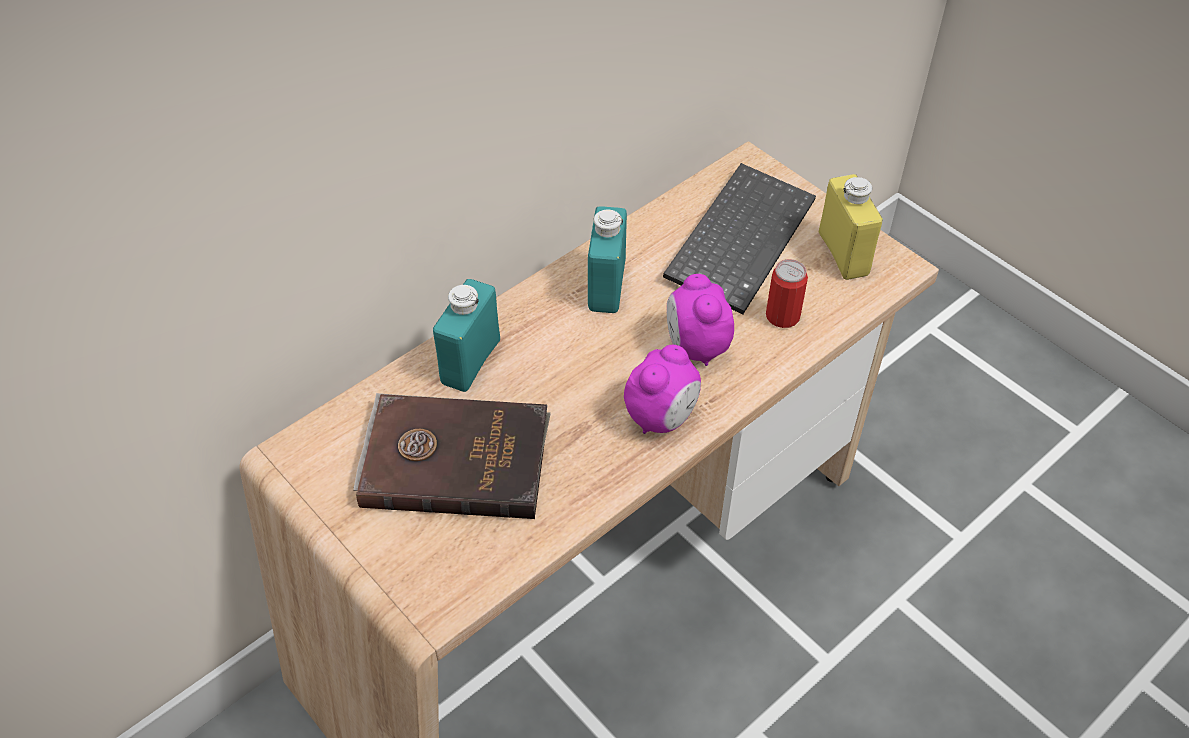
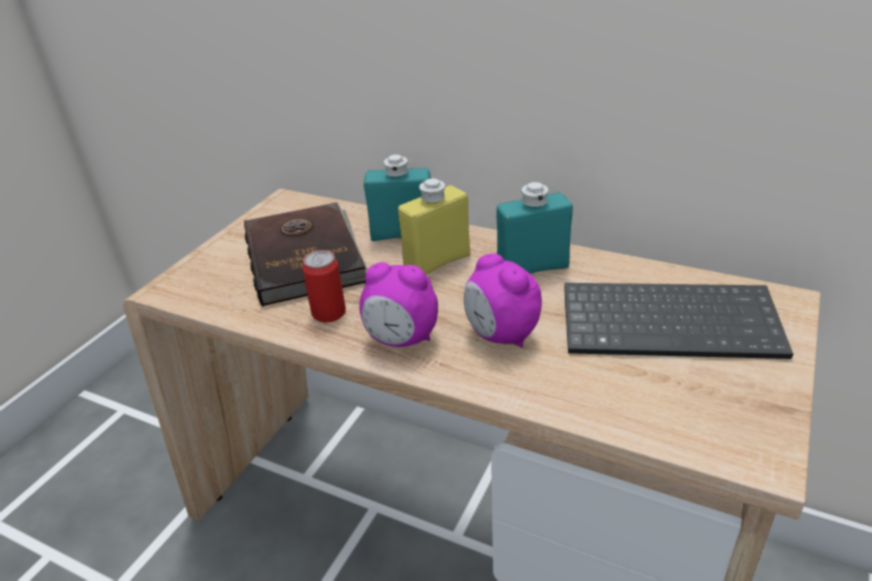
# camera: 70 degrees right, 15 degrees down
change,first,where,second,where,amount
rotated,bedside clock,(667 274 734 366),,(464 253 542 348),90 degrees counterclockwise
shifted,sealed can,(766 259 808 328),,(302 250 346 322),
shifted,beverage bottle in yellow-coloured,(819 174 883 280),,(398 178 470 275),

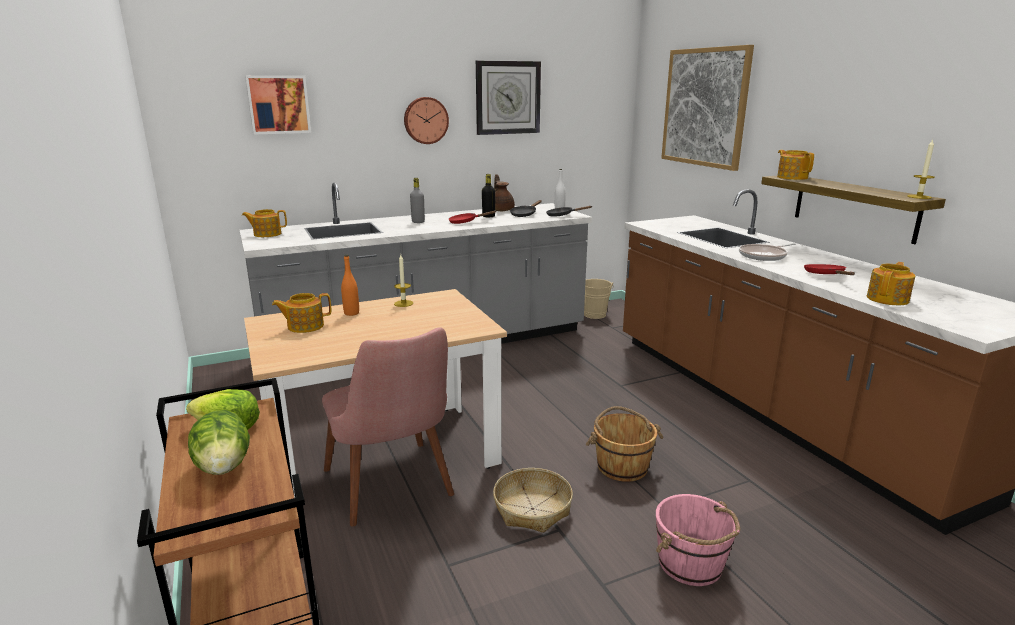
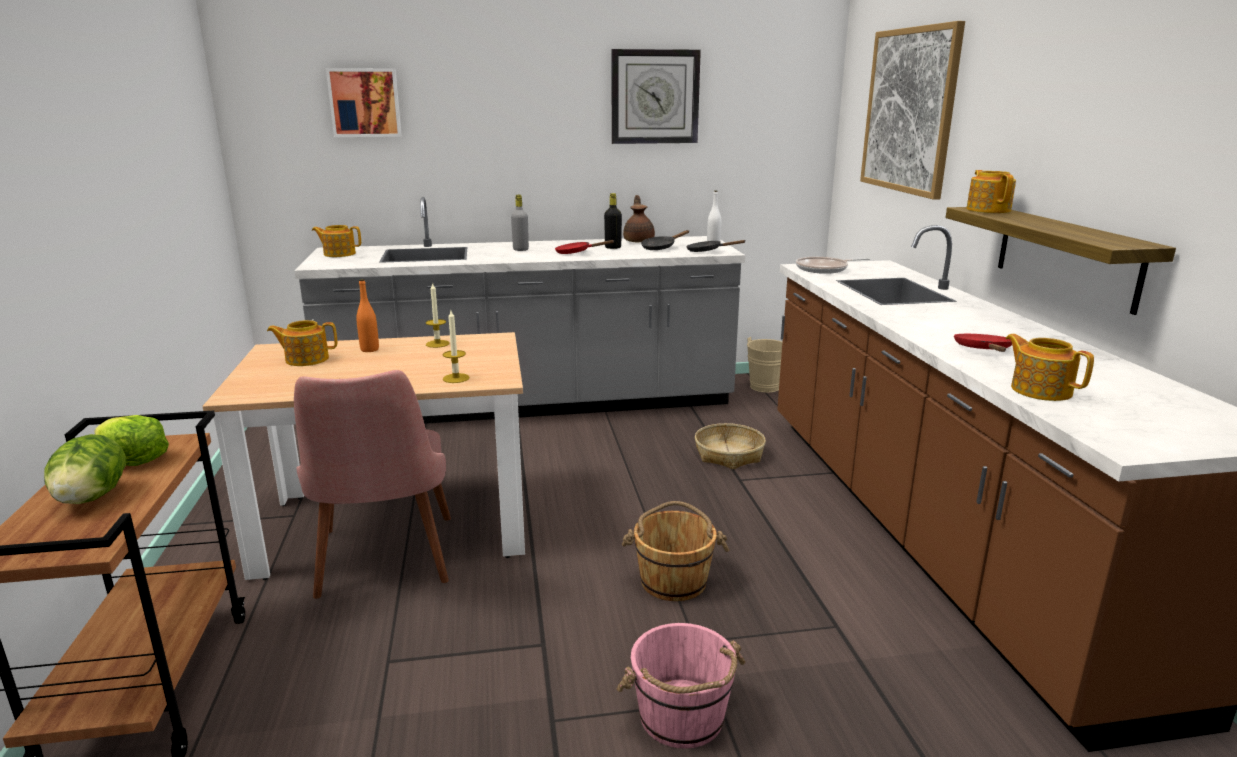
# camera: 15 degrees right, 0 degrees up
change,first,where,second,where,amount
gone,hanging clock,(404 97 449 144),,,
shifted,storage basket,(493 468 573 533),,(695 423 766 469),
shifted,frying pan,(739 243 796 261),,(796 257 870 274),
rotated,tea pot,(867 262 915 305),,(1005 334 1094 401),90 degrees counterclockwise
shifted,candle,(907 139 935 199),,(443 311 470 383),

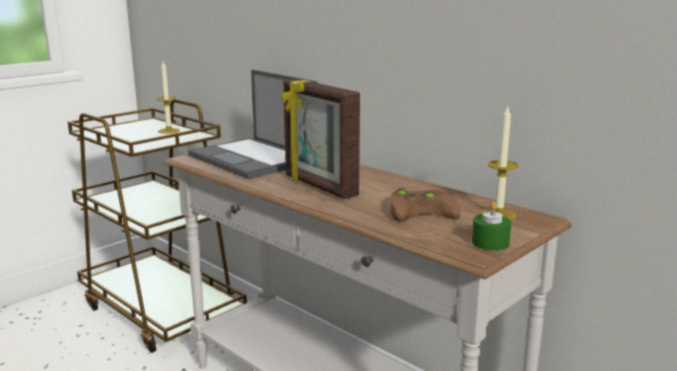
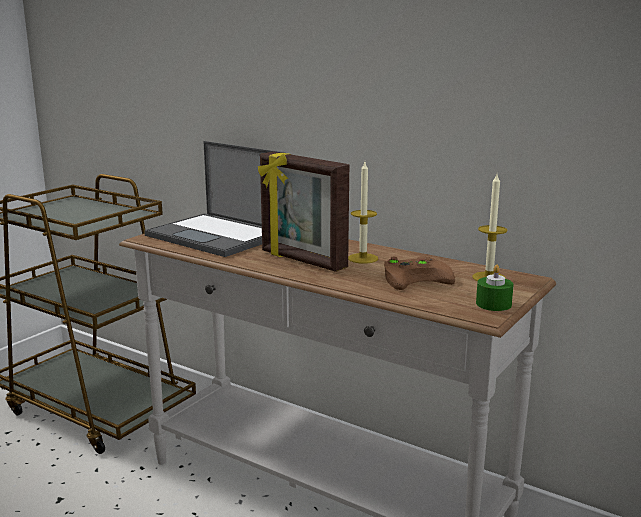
# camera: 10 degrees left, 0 degrees up
change,first,where,second,where,amount
shifted,candle,(157 62 180 134),,(348 162 378 264),

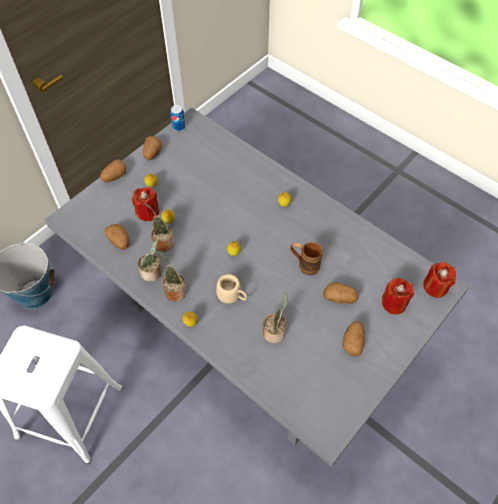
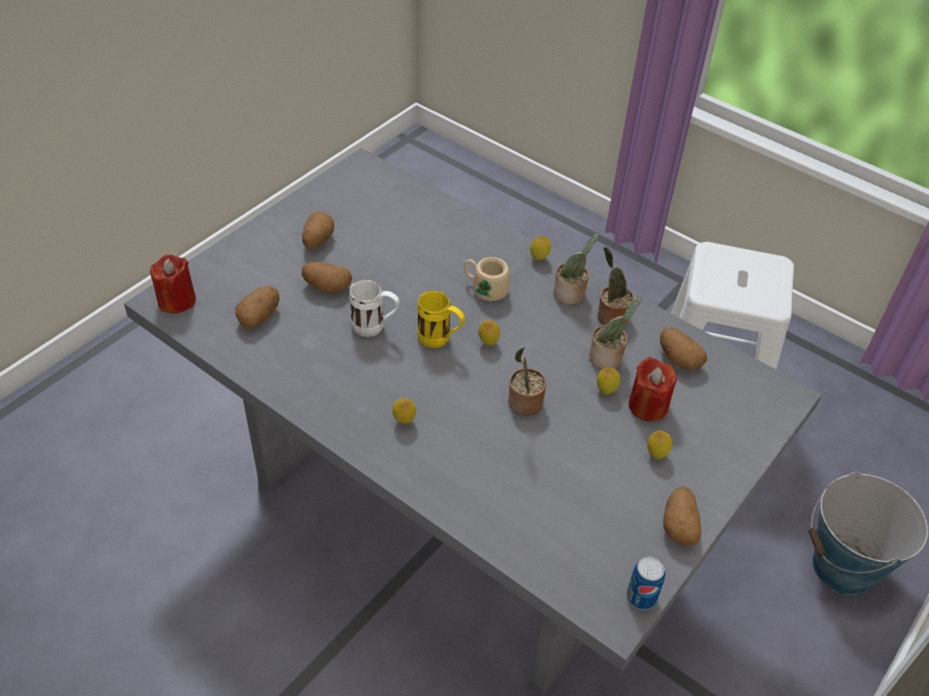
# camera: 175 degrees right, 10 degrees down
change,first,where,second,where,amount
shifted,spud,(100 159 126 182),,(235 286 280 329),
shifted,plant in a pot,(263 292 288 343),,(508 347 546 416),
repainted,coffee mug in brownish,(290 242 323 275),coffee mug in white-coloured,(349 280 400 337),
gone,candle in reddish,(382 278 414 314),,,
new,,,coffee mug in yellow-coloured,(417 291 465 348),

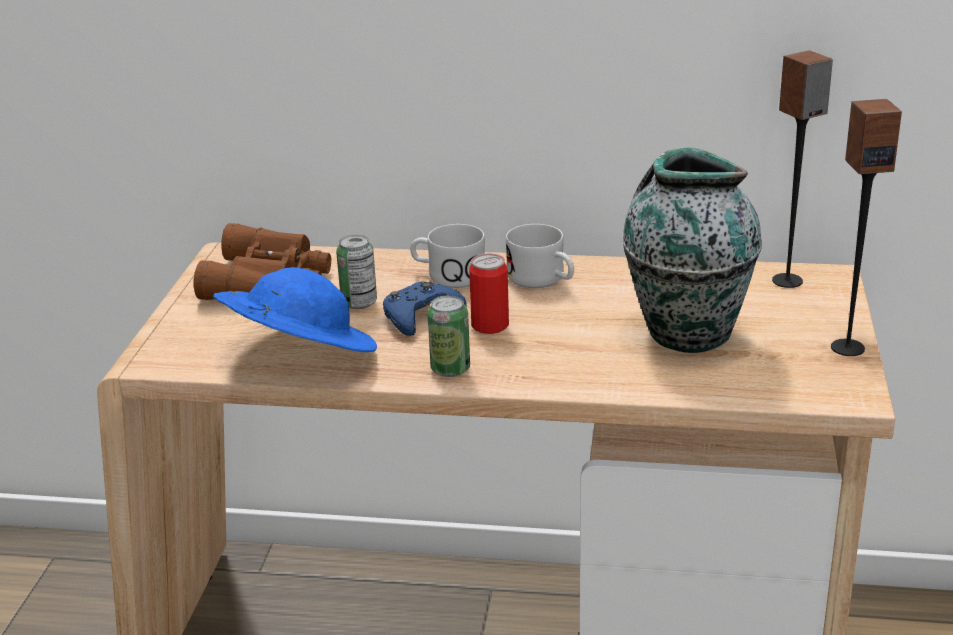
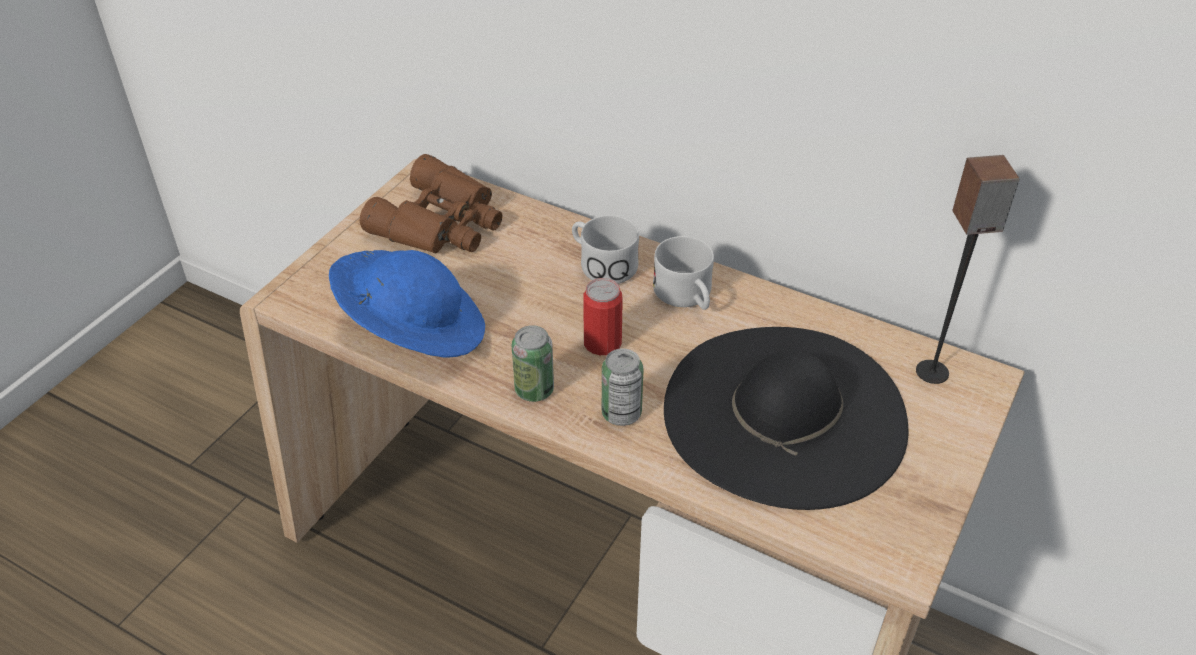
# camera: 20 degrees right, 15 degrees up
change,first,where,second,where,amount
shifted,sealed can,(336 235 377 309),,(602 348 644 426),
gone,game controller in blue,(383 281 467 336),,,
swapped,decorative vase,(623 147 762 353),wearable hat in blackish,(664 327 908 510),
gone,loudspeaker,(831 99 902 356),,,

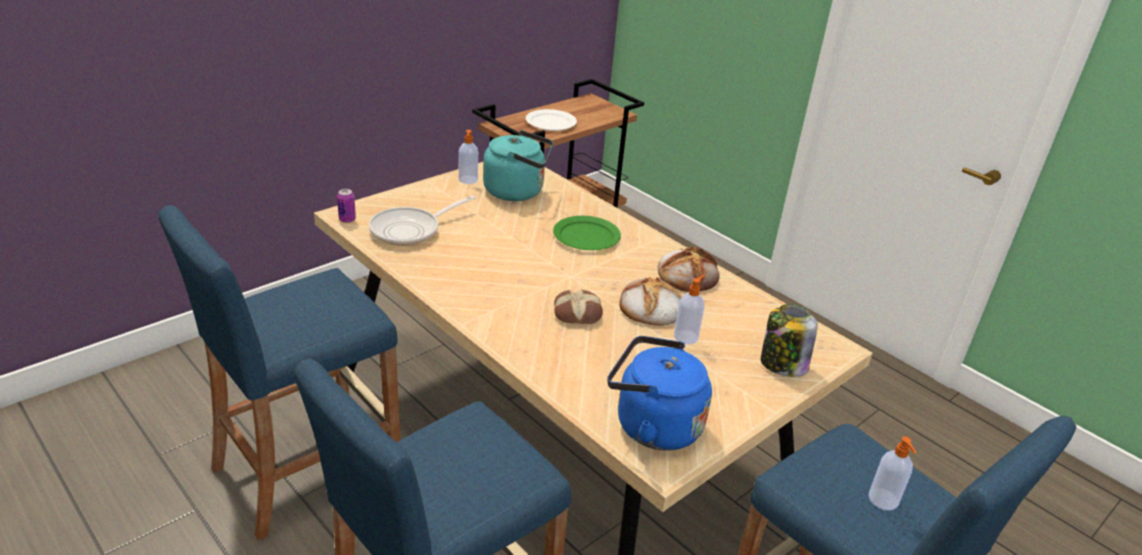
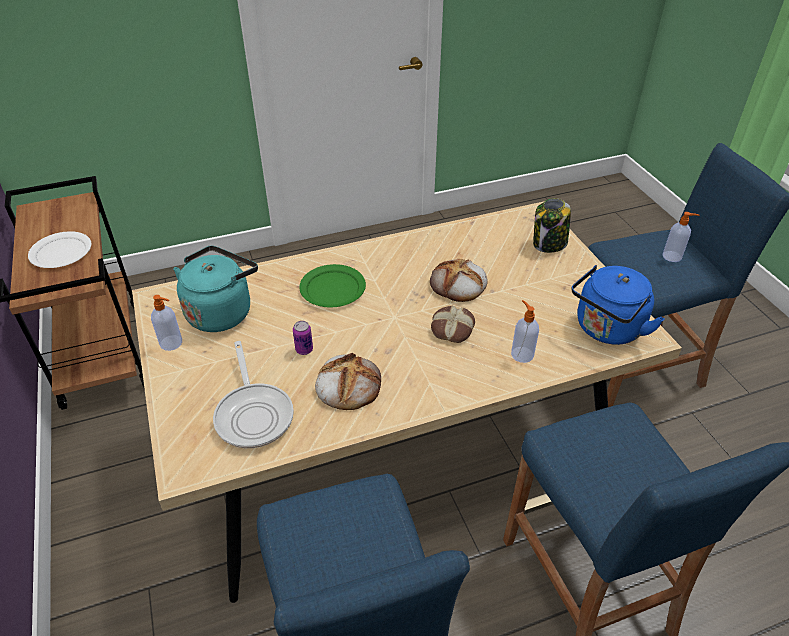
# camera: 65 degrees left, 10 degrees up
change,first,where,second,where,amount
shifted,sealed can,(337 189 356 223),,(293 321 313 355),
shifted,baked bread,(658 247 720 292),,(315 353 381 410),
shifted,soap bottle,(674 275 705 344),,(511 300 539 363),

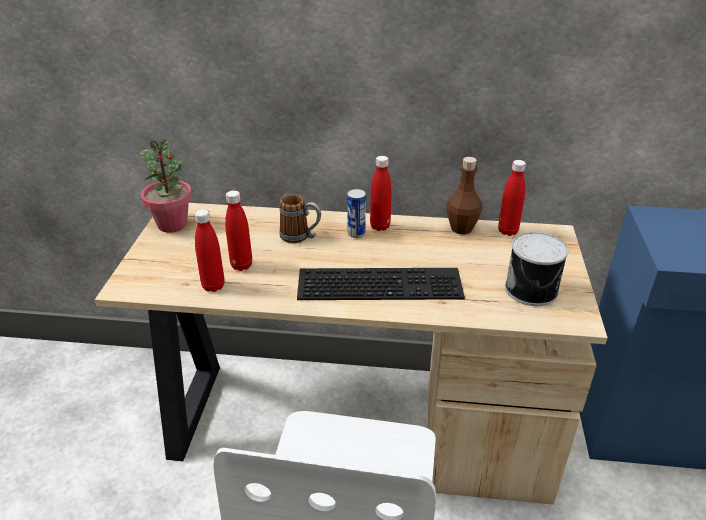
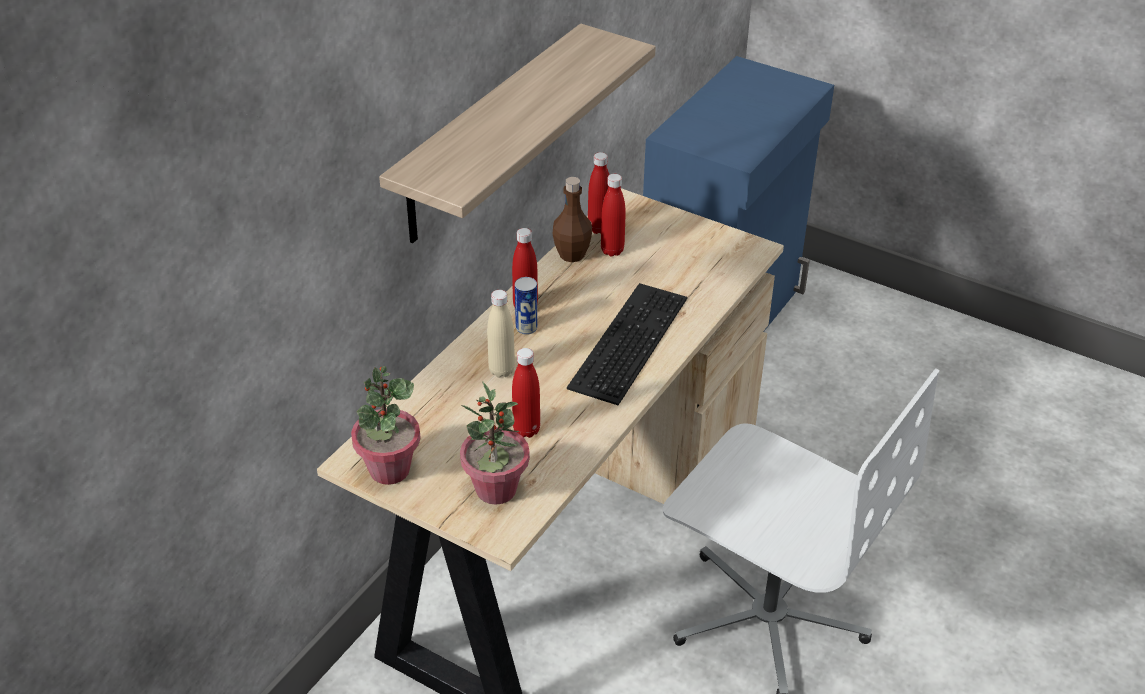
# camera: 65 degrees left, 5 degrees up
change,first,where,second,where,amount
shifted,beverage bottle in reddish,(195 209 225 292),,(601 174 626 257),
swapped,coffee mug,(279 194 321 243),beverage bottle in sand-coloured,(487 290 515 378),
gone,sealed can,(505 232 568 306),,,
new,,,bracket shelf,(379 24 656 243),
new,,,plant in a pot,(460 381 530 505),

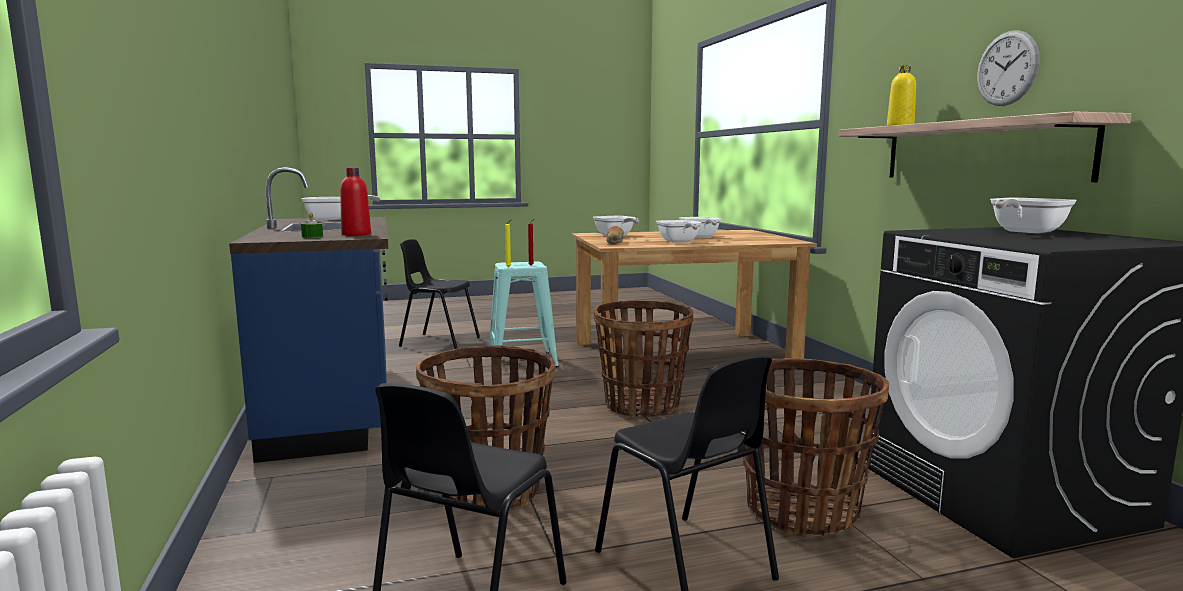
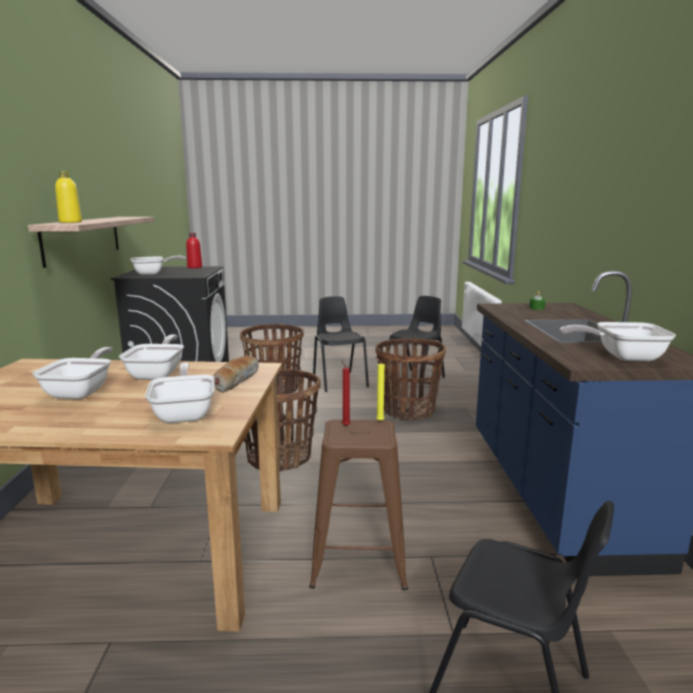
# camera: 165 degrees left, 5 degrees up
change,first,where,second,where,amount
shifted,beverage bottle in reddish,(340 168 371 236),,(186 233 202 268),
repainted,stool seat in turquoise-coloured,(489 262 559 368),stool seat in brownish,(309 420 408 590),
gone,hanging clock,(977 30 1039 106),,,

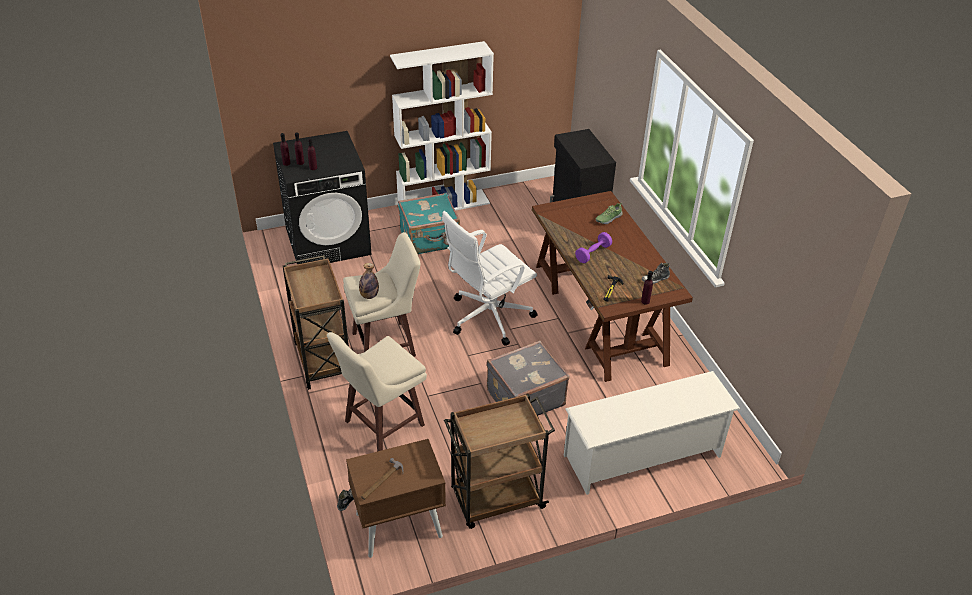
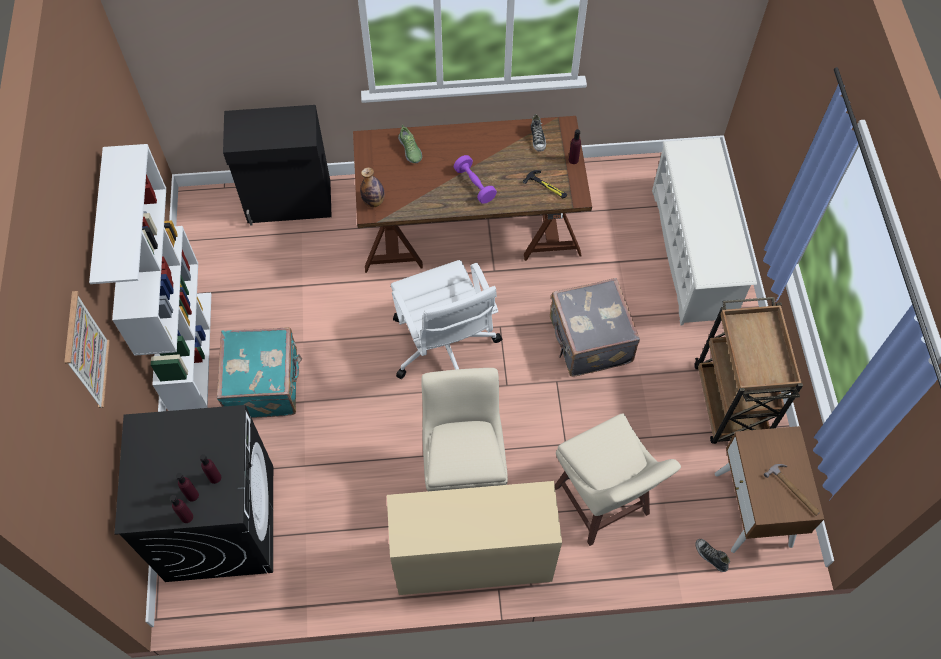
# camera: 75 degrees left, 20 degrees up
change,first,where,second,where,amount
swapped,trolley in brownish,(283 255 349 390),desk table in sand-coloured,(387 481 562 595),
shifted,beverage bottle,(359 263 379 299),,(360 167 385 207),
new,,,wall picture,(64 291 110 408),

